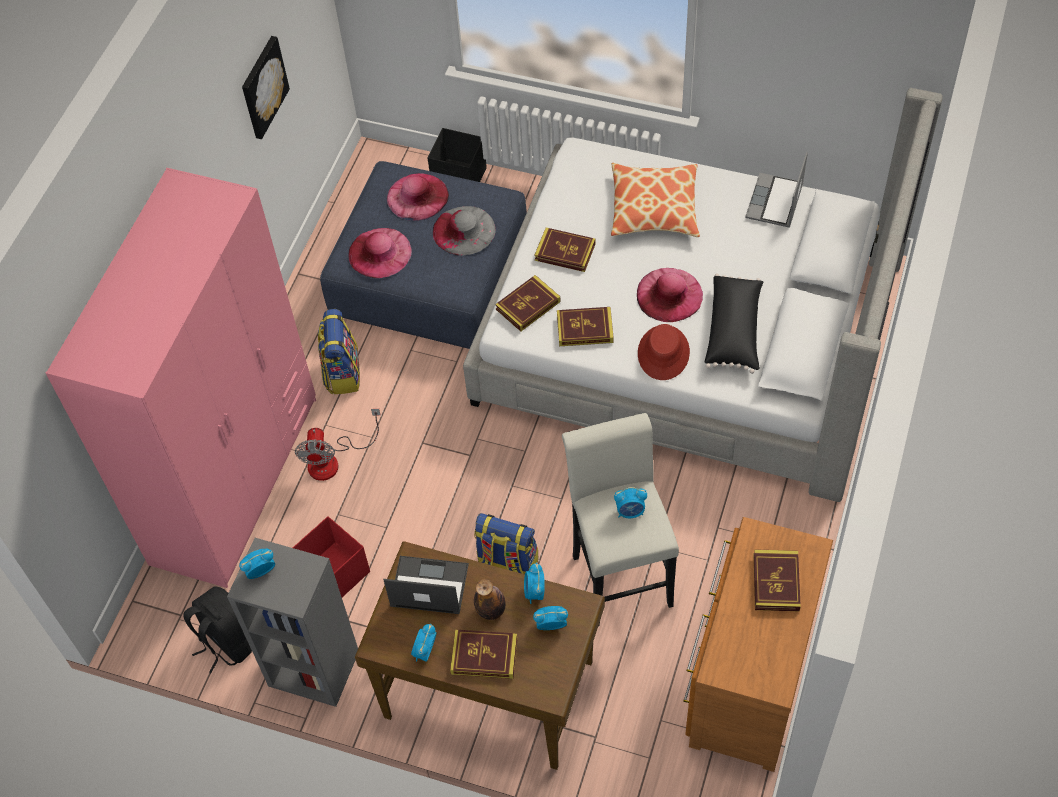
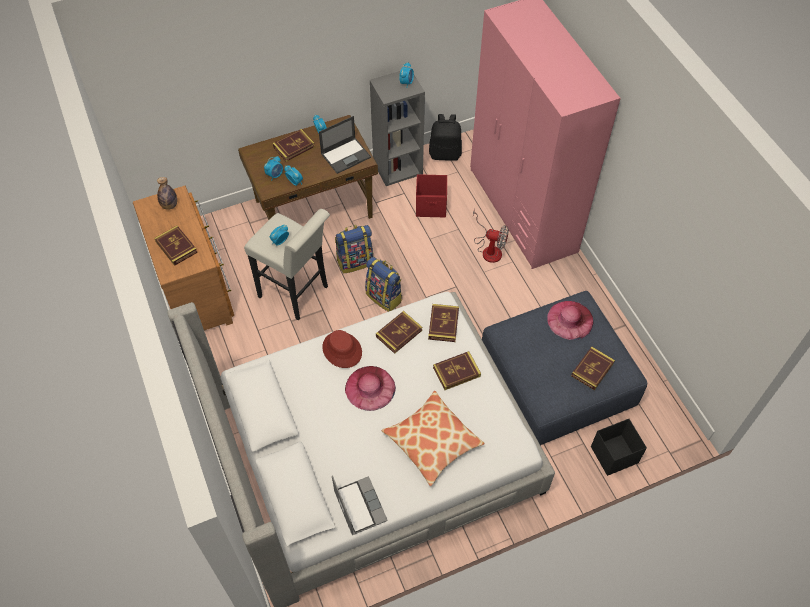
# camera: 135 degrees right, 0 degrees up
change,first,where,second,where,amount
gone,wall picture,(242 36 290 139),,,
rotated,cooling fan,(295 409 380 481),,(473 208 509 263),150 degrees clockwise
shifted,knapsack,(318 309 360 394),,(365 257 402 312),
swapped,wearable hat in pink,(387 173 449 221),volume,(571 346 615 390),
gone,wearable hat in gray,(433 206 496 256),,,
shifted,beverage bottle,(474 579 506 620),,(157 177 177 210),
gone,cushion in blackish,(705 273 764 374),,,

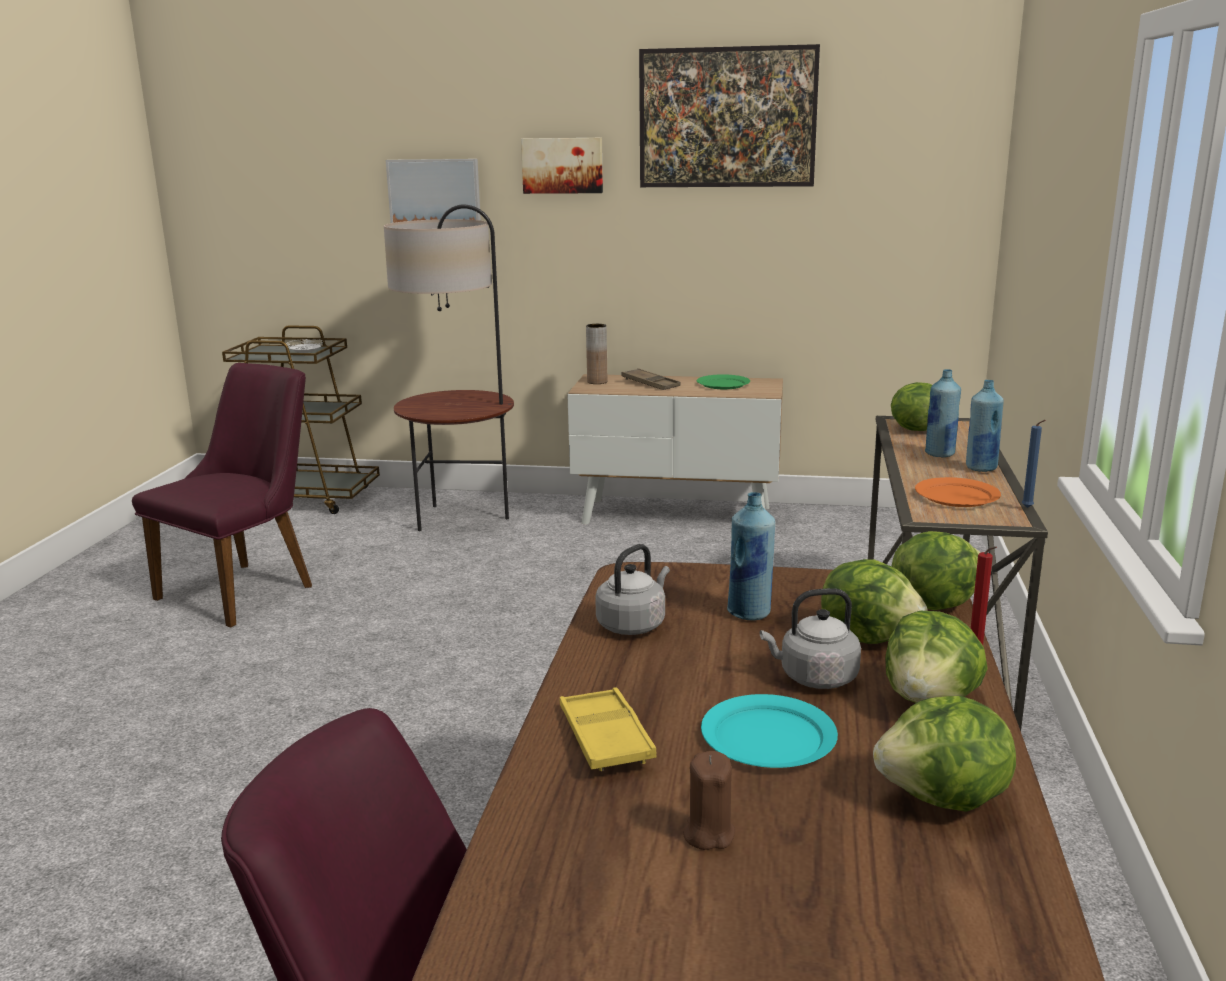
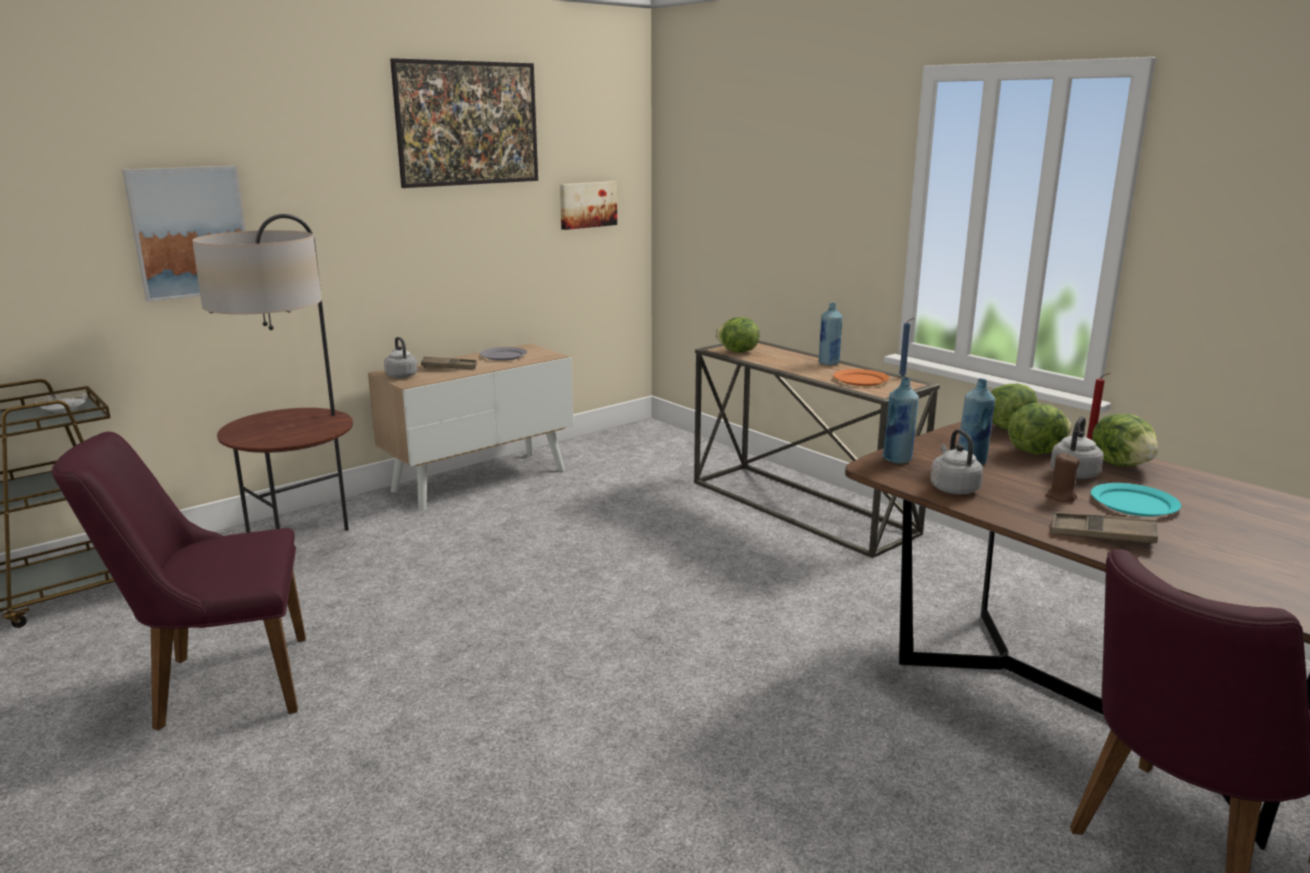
# camera: 50 degrees left, 0 degrees up
change,first,where,second,where,amount
rotated,chair in purple-coloured,(132 363 312 628),,(52 432 306 731),90 degrees counterclockwise
shifted,wall picture,(521 138 603 194),,(560 181 617 230),
repainted,tray in yellow-coloured,(560 687 656 771),tray in brownish,(1050 512 1158 545),
swapped,decorative vase in brownish,(586 324 607 384),water kettle in gray,(384 337 418 378),
shifted,candle in brownish,(683 751 735 850),,(1045 453 1080 502),
repainted,plate in greenish,(697 374 750 389),plate in gray,(480 347 527 361),
gone,head of lettuce,(873 696 1016 812),,,
shifted,beverage bottle in blue,(925 369 961 457),,(882 377 919 464),

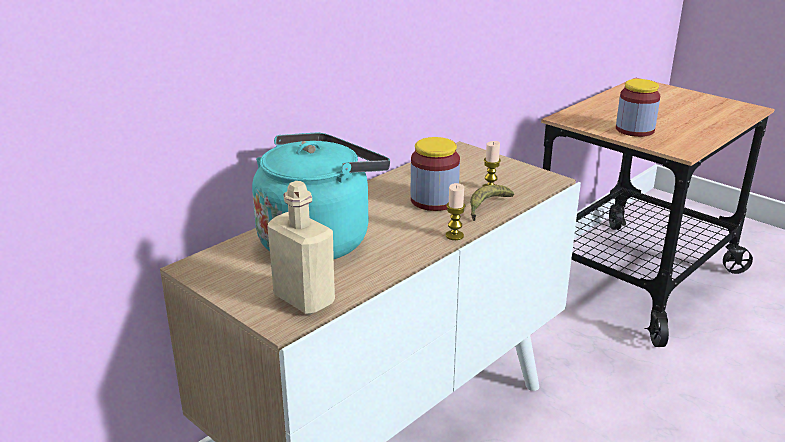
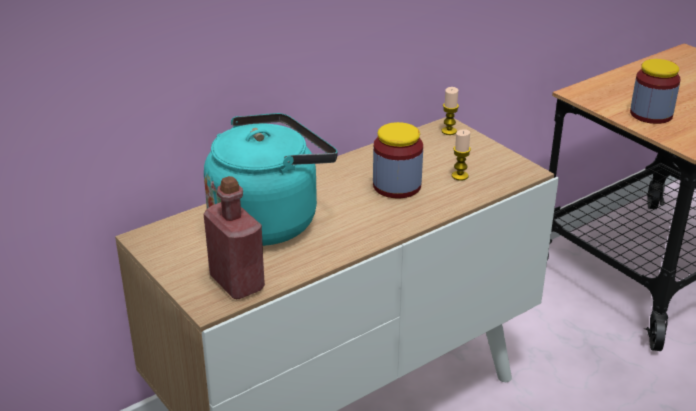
# camera: 10 degrees right, 5 degrees up
change,first,where,second,where,amount
repainted,beverage bottle in sand-coloured,(267 181 335 315),beverage bottle in reddish,(204 176 265 299),
shifted,candle,(446 183 465 240),,(441 87 459 135),
gone,banana fruit,(470 185 514 221),,,

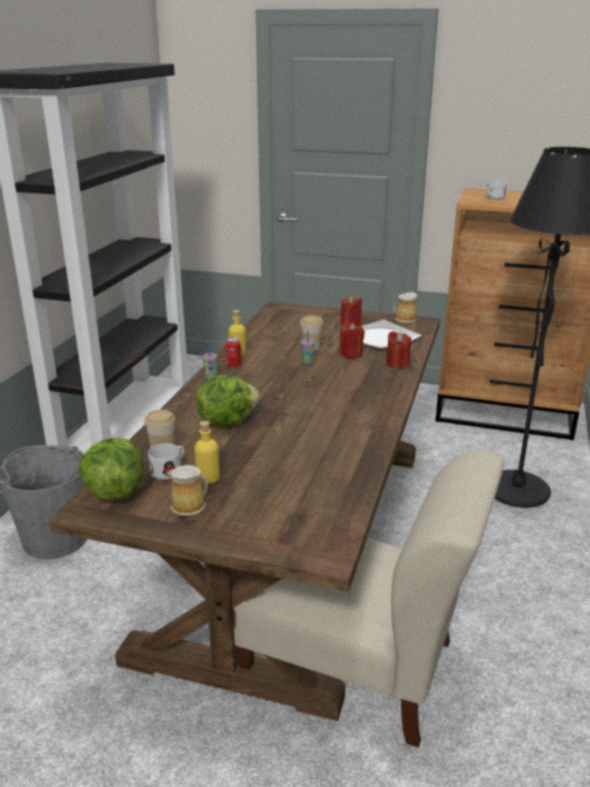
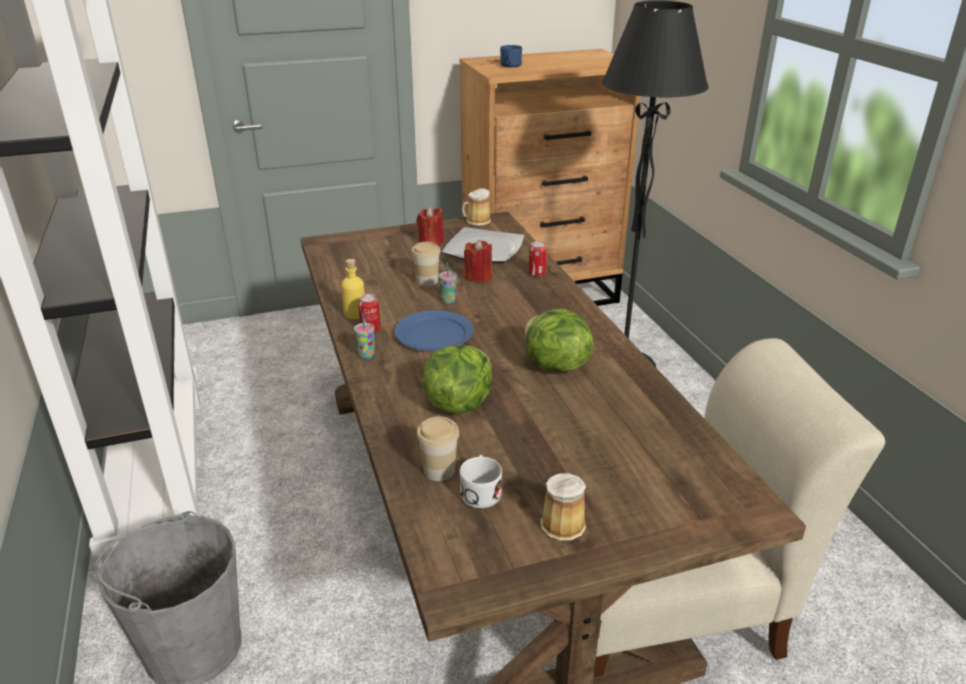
# camera: 35 degrees left, 5 degrees up
change,first,where,second,where,amount
shifted,head of lettuce,(78 438 143 501),,(525 309 593 372),
gone,beverage bottle in yellow-coloured,(194 421 220 483),,,
swapped,candle in reddish,(386 331 411 369),sealed can,(529 241 547 277),
repainted,coffee mug in white-coloured,(486 180 507 199),coffee mug in blue,(500 45 522 67),
new,,,plate in blue,(395 310 474 351),

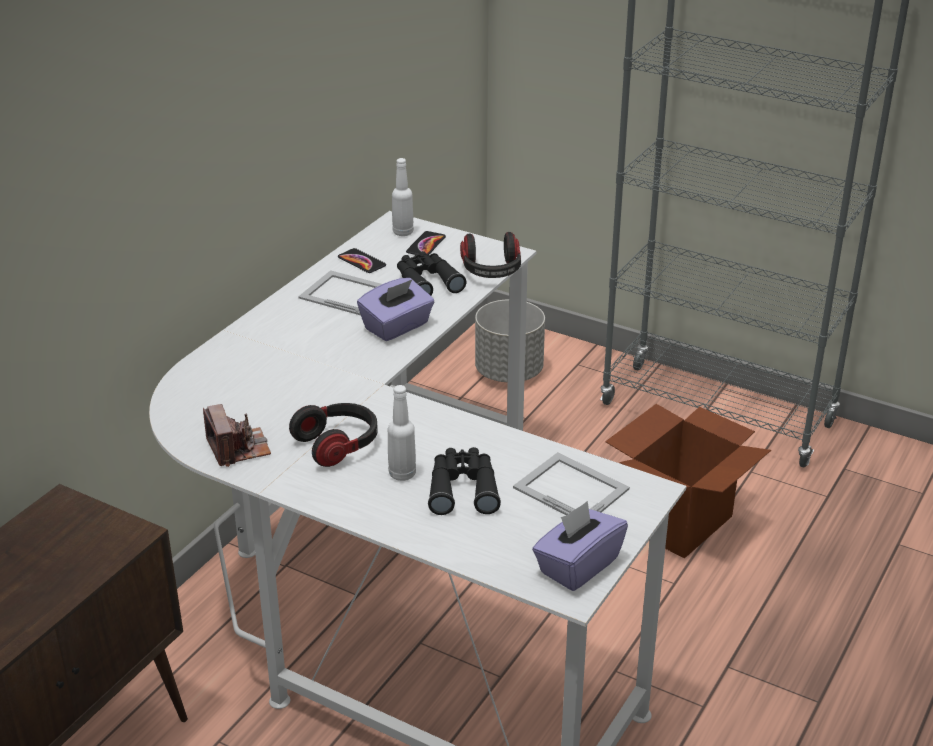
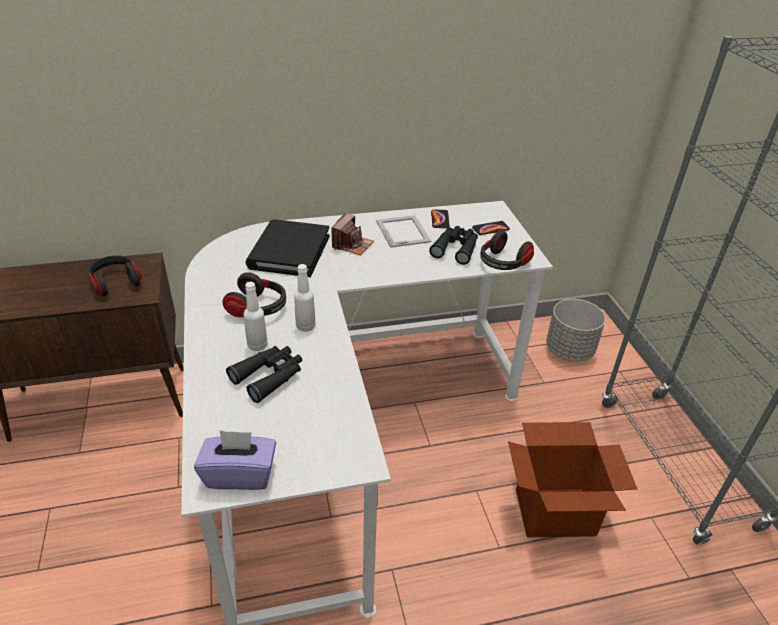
# camera: 45 degrees right, 5 degrees up
change,first,where,second,where,amount
shifted,still camera,(203 404 271 467),,(331 213 374 255),
gone,box of tissues in purple-coloured,(357 278 434 341),,,
shifted,beverage bottle in white-coloured,(392 158 414 236),,(294 264 316 332),
gone,photo frame,(513 452 630 515),,,
new,,,headphones,(88 255 142 296),
new,,,volume in blackish,(245 219 330 277),

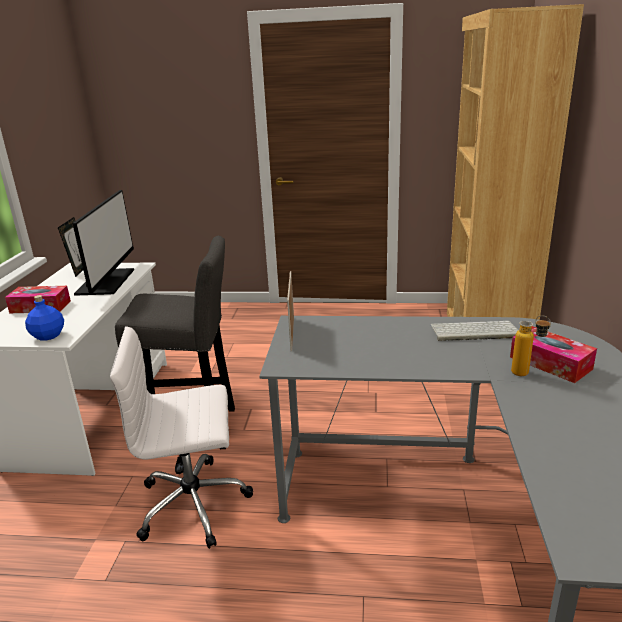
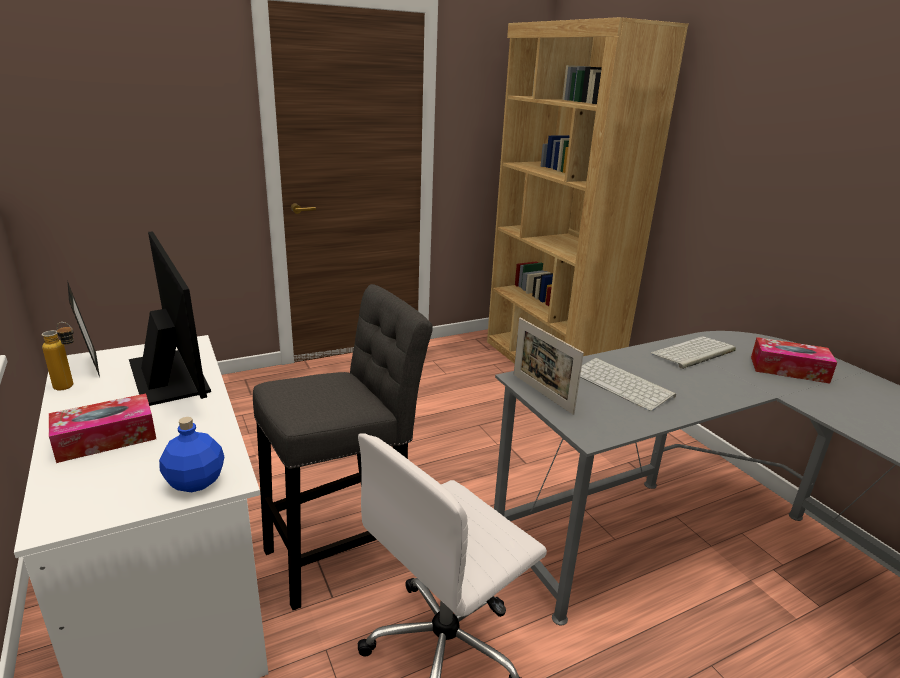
# camera: 35 degrees left, 0 degrees up
change,first,where,second,where,amount
shifted,beverage bottle,(511 315 551 376),,(42 322 74 390),
new,,,PC keyboard,(580 358 676 411),

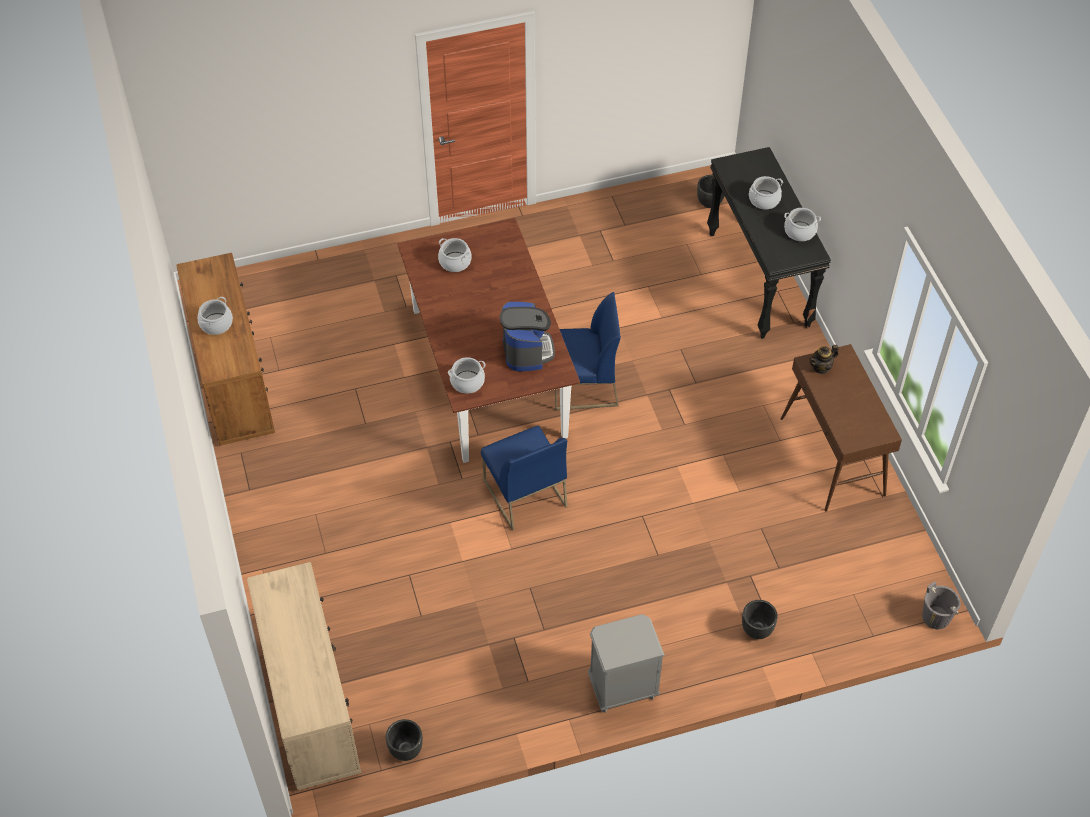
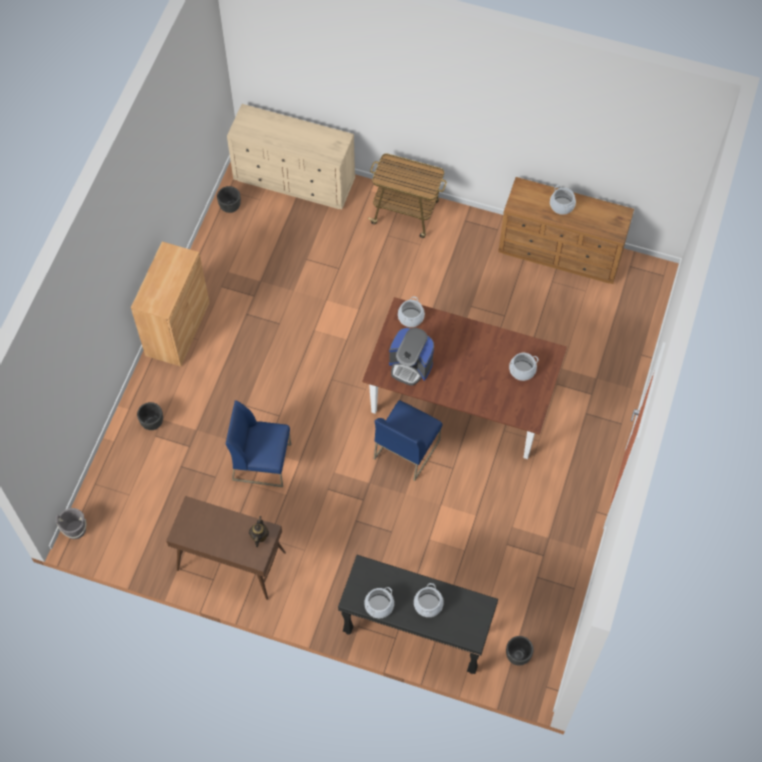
# camera: 125 degrees right, 10 degrees up
change,first,where,second,where,amount
shifted,chair in blue,(481 426 568 530),,(226 400 291 487),
swapped,bedside table in gray,(588 614 665 713),cabinet in brownish,(131 242 210 367),
new,,,trolley,(368 153 447 238),

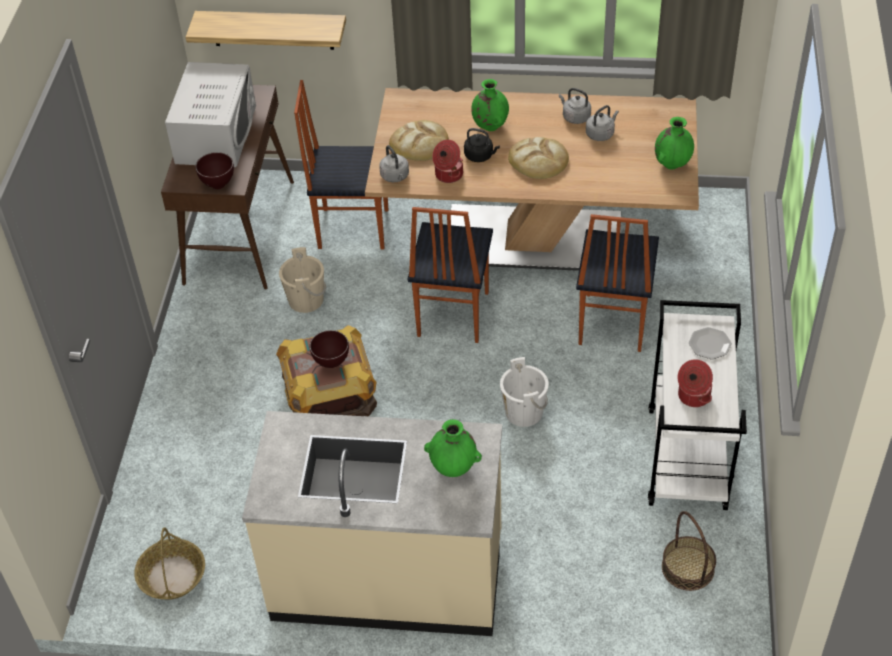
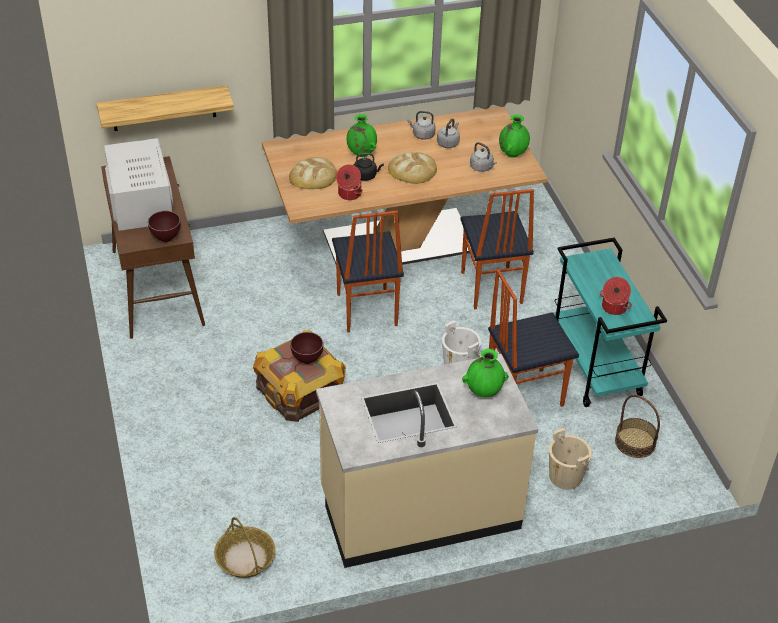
# camera: 25 degrees left, 5 degrees down
change,first,where,second,where,amount
shifted,water bucket in sand-coloured,(279 247 326 313),,(549 428 592 490),
shifted,chair,(294 80 389 249),,(488 268 579 407),
shifted,water kettle in gray,(380 145 409 182),,(470 142 497 172),
repainted,trolley in white-coloured,(648 300 747 510),trolley in turquoise-coloured,(553 237 667 407),
gone,plate,(689 327 732 359),,,

